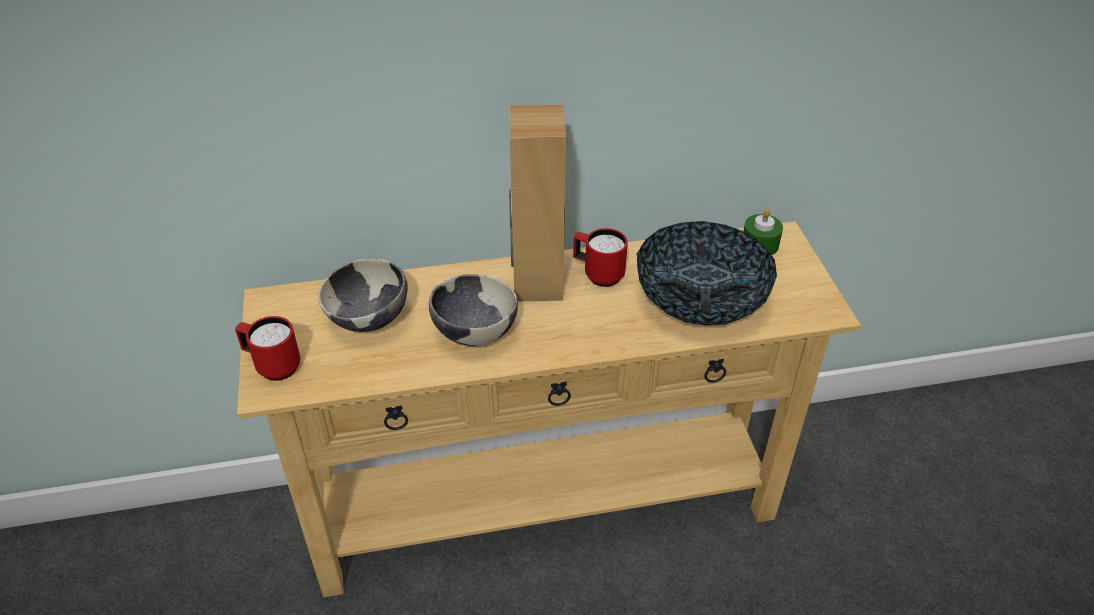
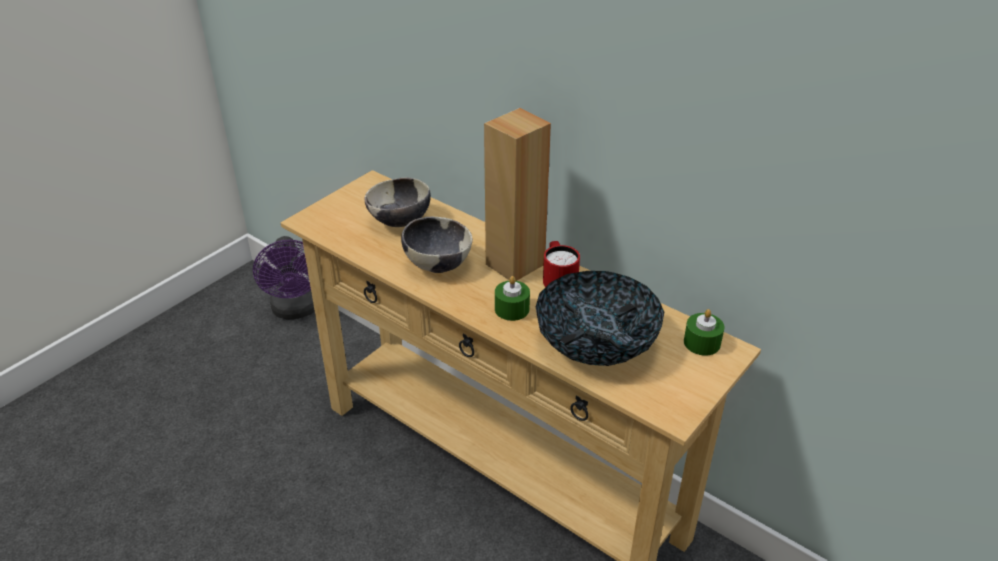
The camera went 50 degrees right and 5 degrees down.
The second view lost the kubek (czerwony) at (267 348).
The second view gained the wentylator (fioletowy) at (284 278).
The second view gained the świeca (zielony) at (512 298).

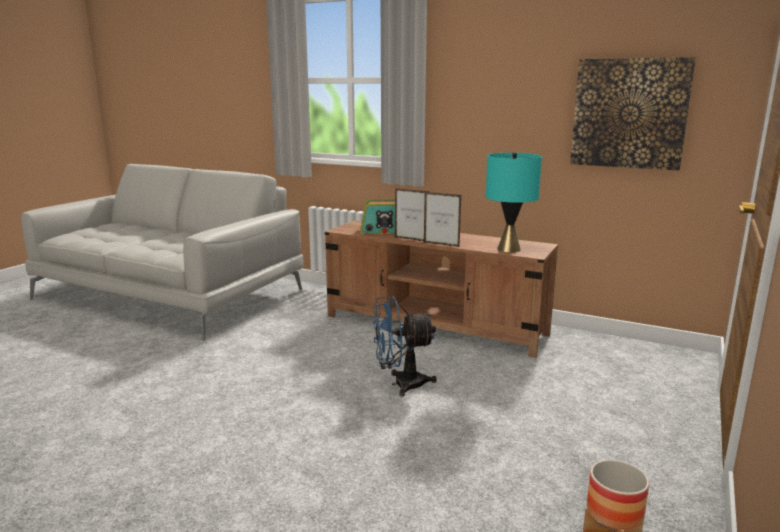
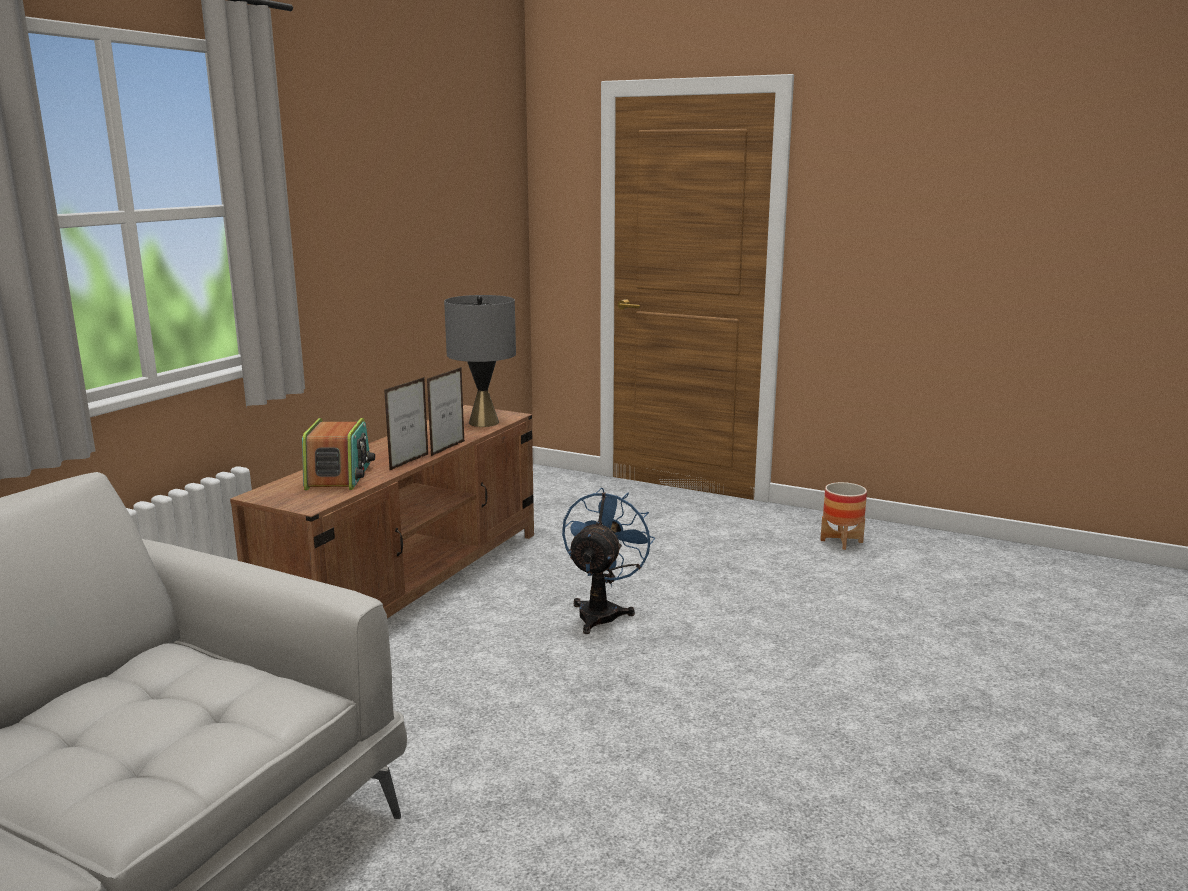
The camera went 90 degrees left and 0 degrees up.
The second view lost the obraz at (633 113).
What was the lampa stołowa (turkusowy) at (514 202) turned into the lampa stołowa (szary) at (480 361).
The wentylator (niebieski) at (405 346) ended up facing another way, 150 degrees counterclockwise from before.

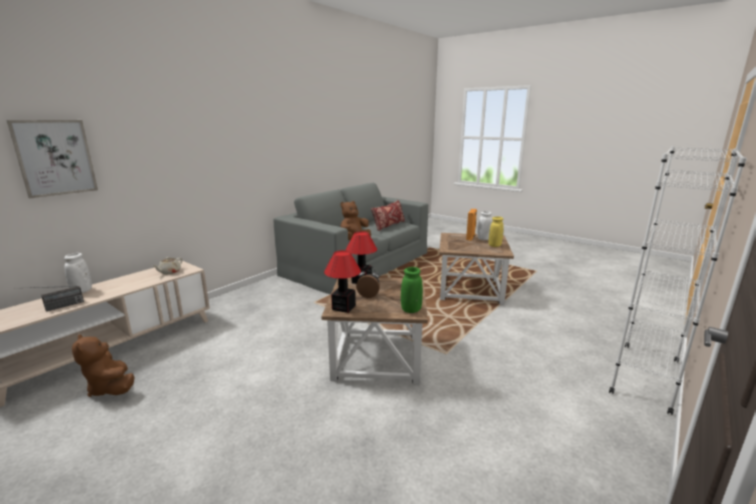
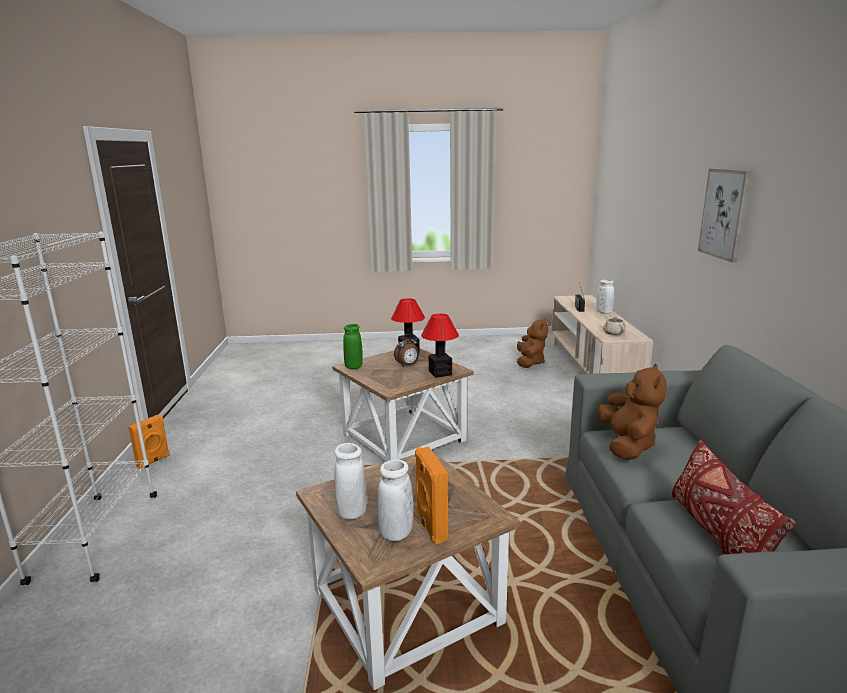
The camera went 140 degrees right and 0 degrees up.
The obraz ended up elsewhere, having gone from (52 159) to (724 215).
What was the wazon (żółty) at (496 232) turned into the wazon (biały) at (350 481).
The pluszak (brązowy) at (103 365) ended up facing another way, 90 degrees clockwise from before.
The second view gained the głośnik (pomarańczowy) at (149 442).

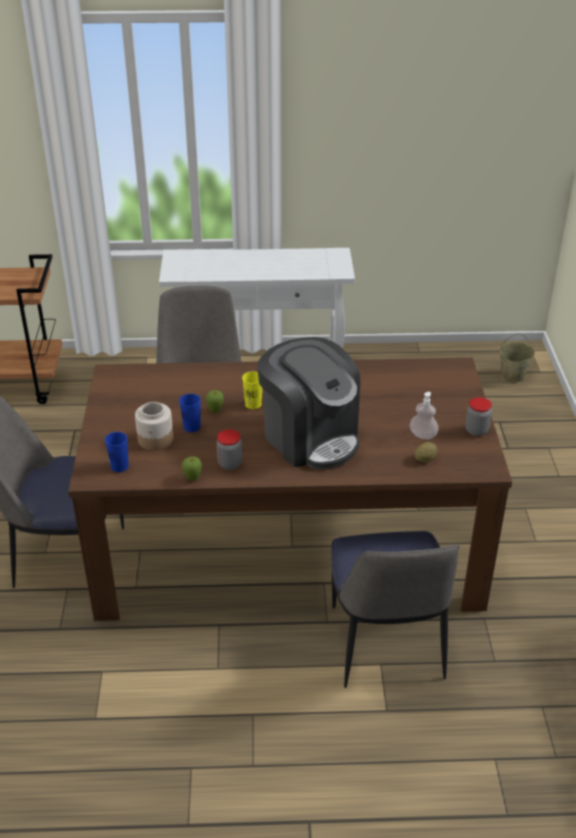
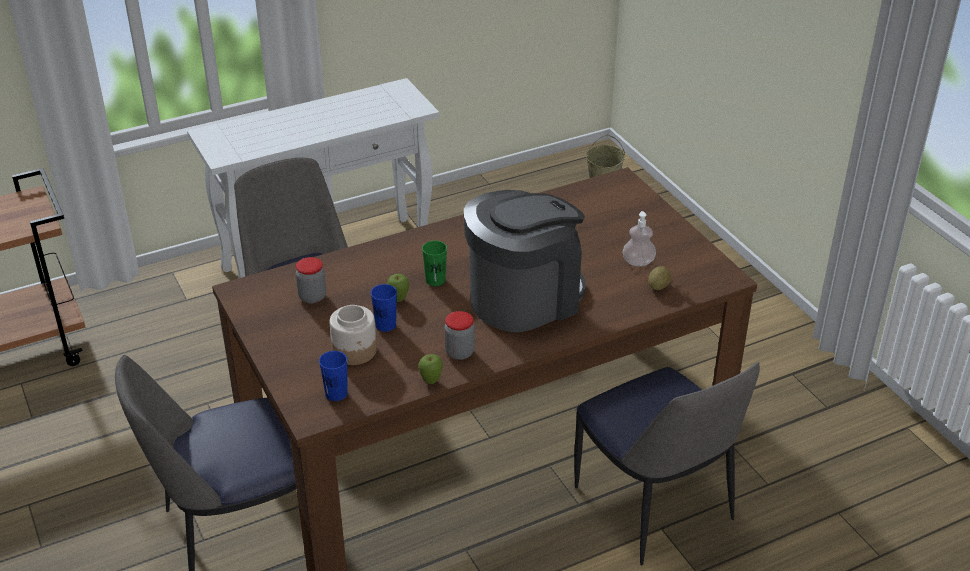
The camera went 25 degrees left and 0 degrees up.
The ekspres do kawy at (309 403) ended up facing another way, 60 degrees counterclockwise from before.
What was the filiżanka (żółty) at (252 390) turned into the filiżanka (zielony) at (434 263).
The słoik ended up elsewhere, having gone from (478 416) to (311 280).

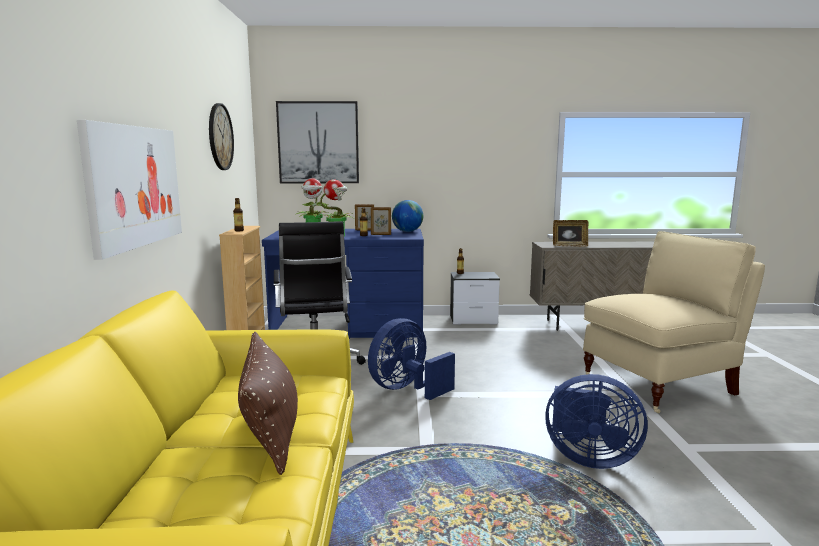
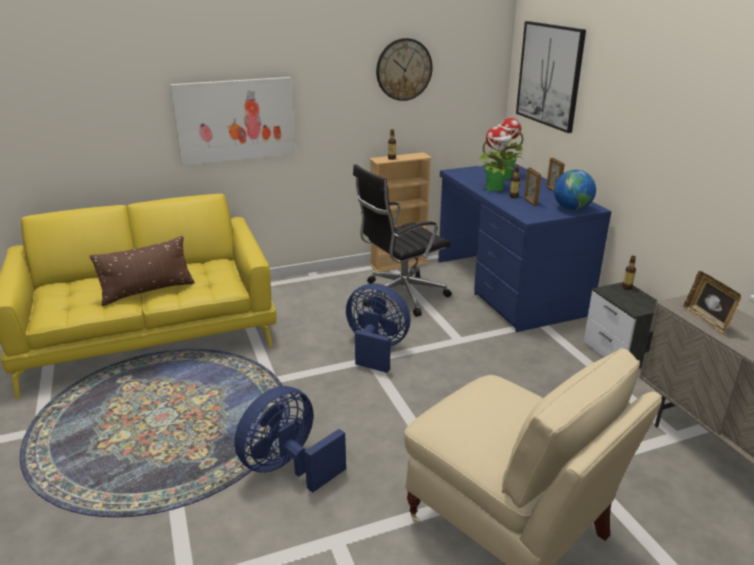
The camera went 70 degrees right and 15 degrees up.
The wentylator (niebieski) at (596 421) ended up facing another way, 45 degrees clockwise from before.

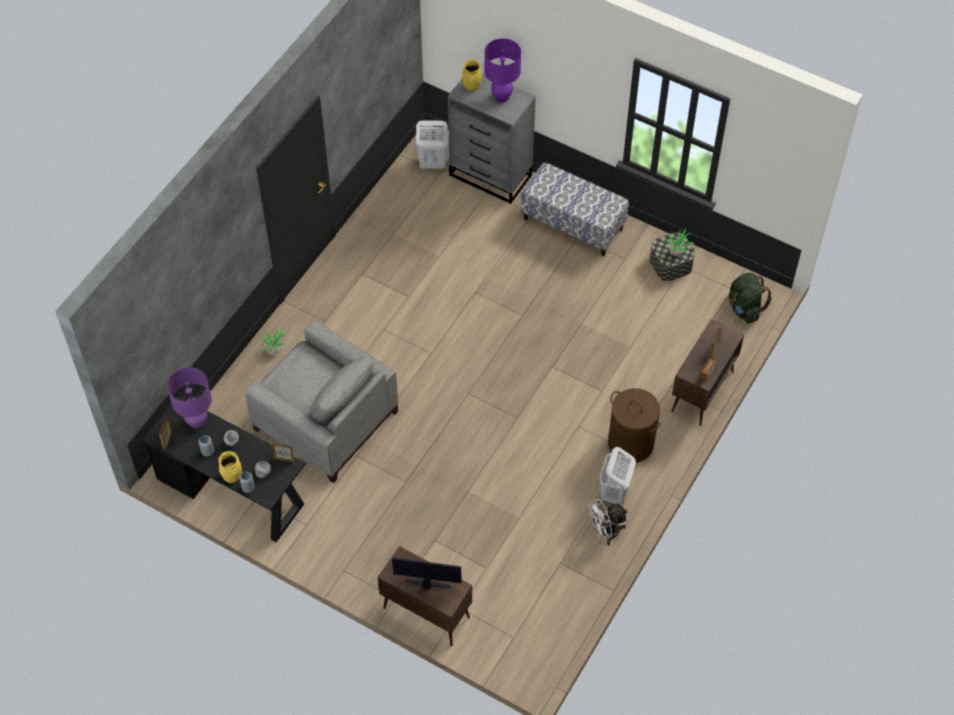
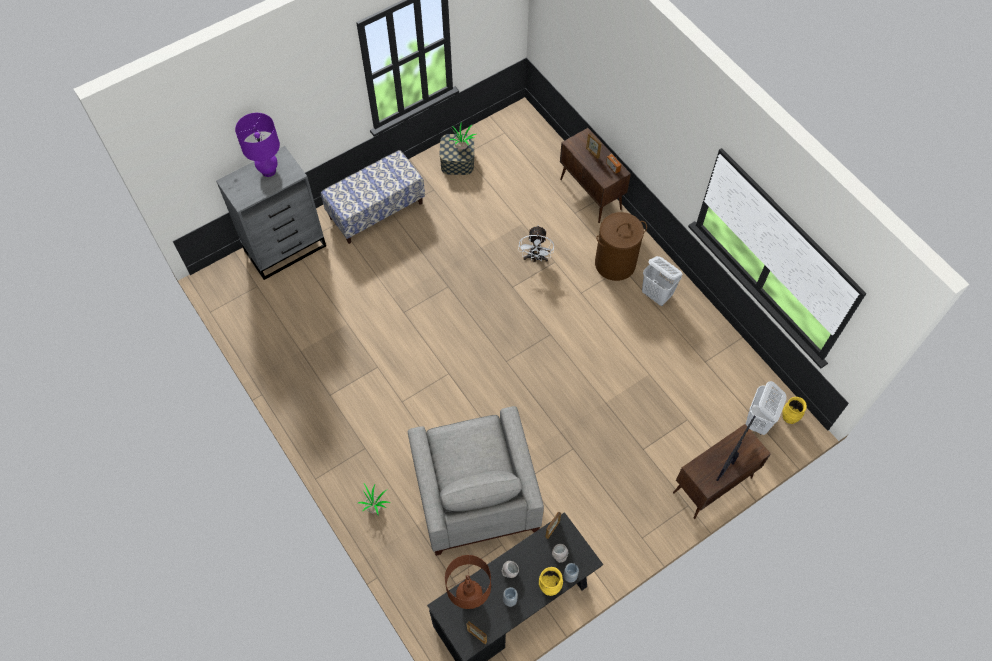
The camera went 65 degrees left and 5 degrees up.
The wazon (żółty) ended up elsewhere, having gone from (472 75) to (794 410).
The kosz na pranie (biały) ended up elsewhere, having gone from (432 144) to (766 408).
The second view lost the plecak (zielony) at (750 298).
The fotel (szary) at (321 401) ended up facing another way, 105 degrees clockwise from before.
What was the lampa stołowa (fioletowy) at (189 398) turned into the lampa stołowa (brązowy) at (468 582).
The wentylator (biały) ended up elsewhere, having gone from (608 522) to (536 243).

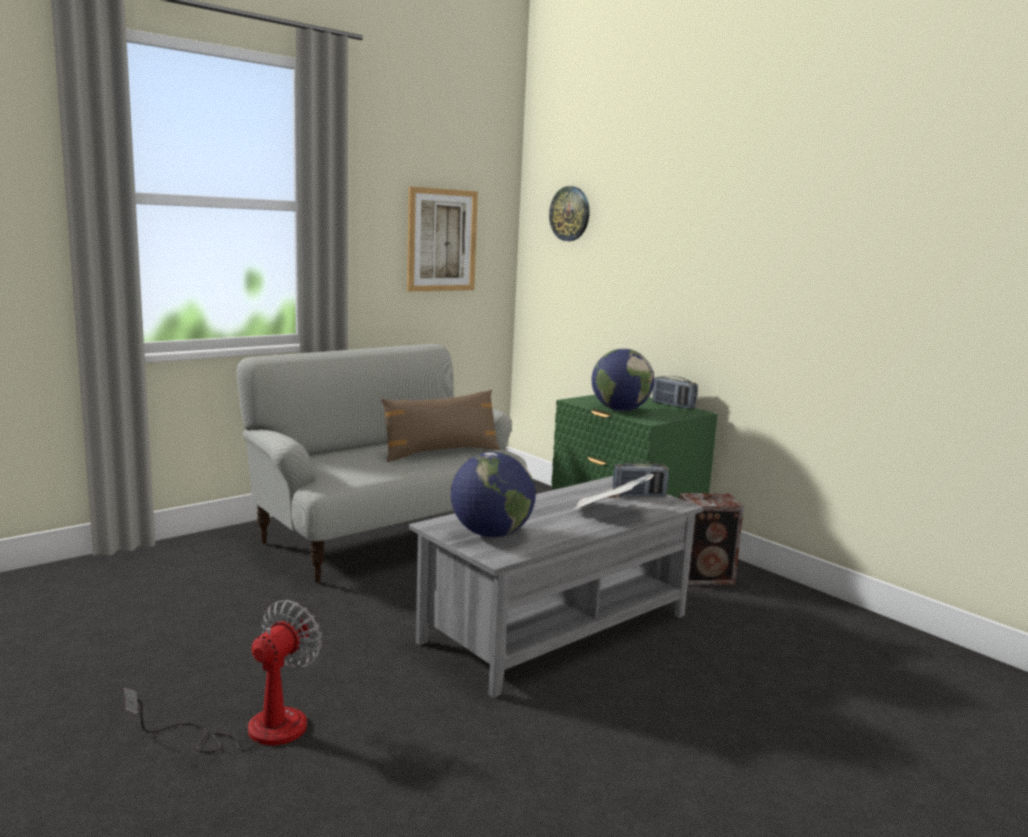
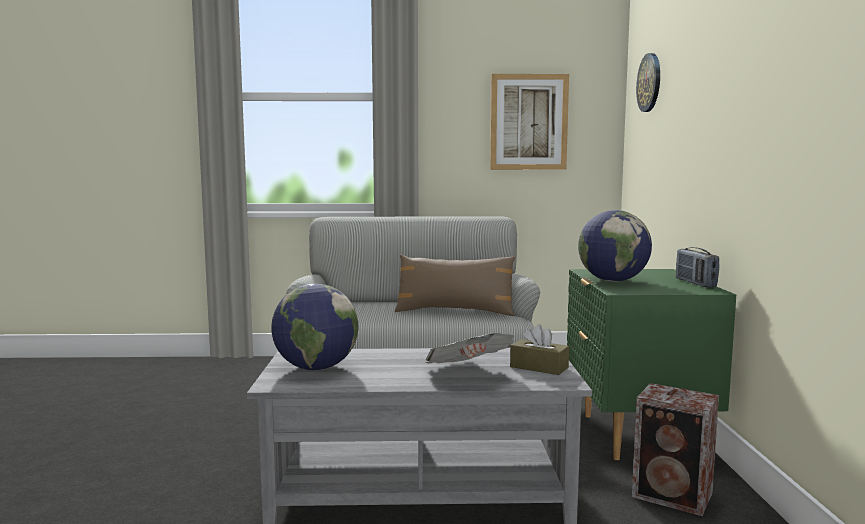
The camera went 40 degrees right and 5 degrees down.
Where the radio stood at (641 479), the pudełko chusteczek (brązowy) came to stand at (539 349).
The second view lost the wentylator at (223 676).

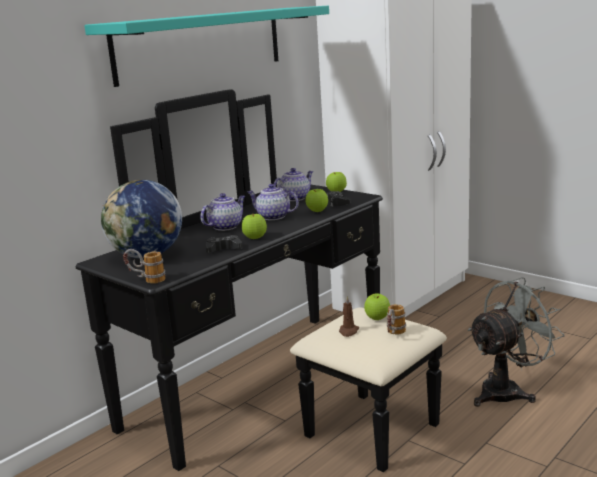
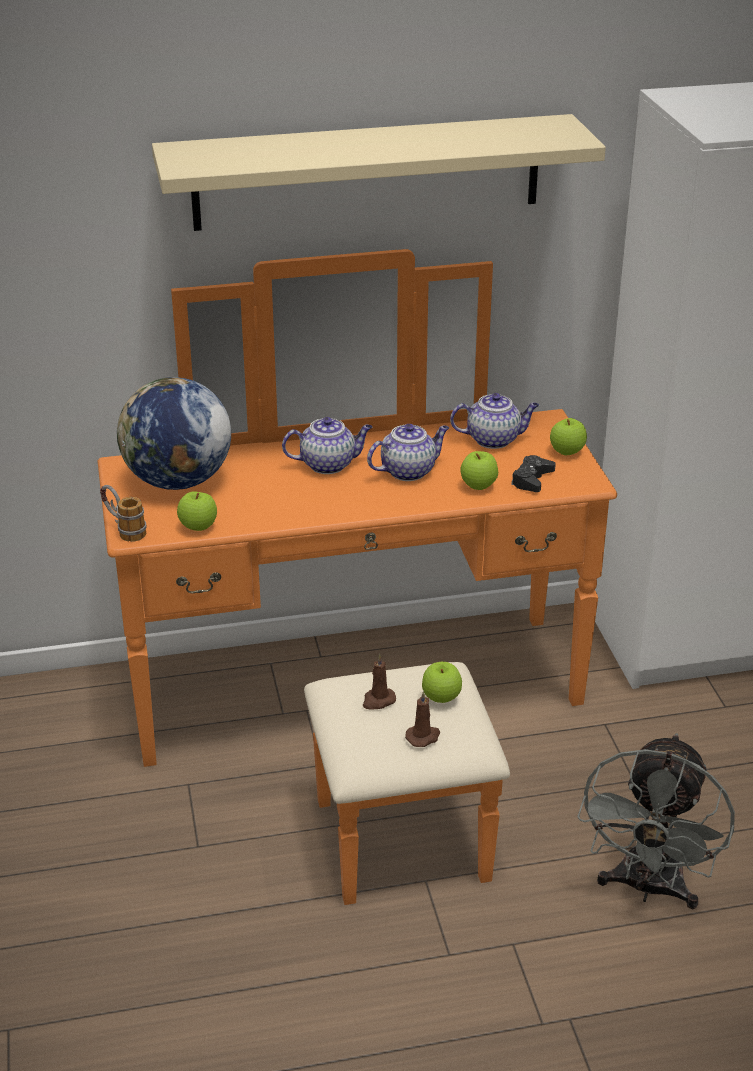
The camera went 35 degrees right and 15 degrees up.
What was the półka (turkusowy) at (206 46) turned into the półka (beżowy) at (379 172).
What was the komoda (czarny) at (261 280) turned into the komoda (pomarańczowy) at (357 577).
The imbryk at (273 202) ended up facing another way, 90 degrees clockwise from before.
The jabłko ended up elsewhere, having gone from (254 226) to (197 511).
The second view lost the pad do gier (czarny) at (224 244).
The wentylator (szary) at (516 342) ended up facing another way, 105 degrees clockwise from before.
Where the kubek stood at (396 319), the świeca (brązowy) came to stand at (422 719).

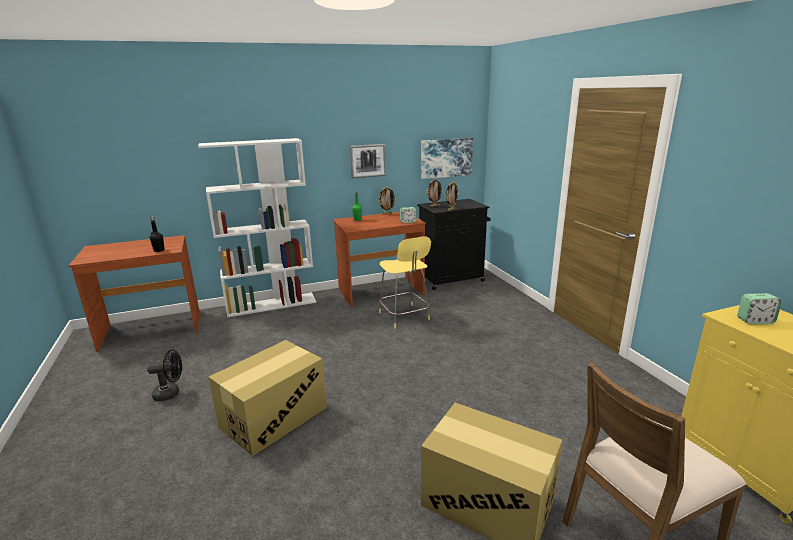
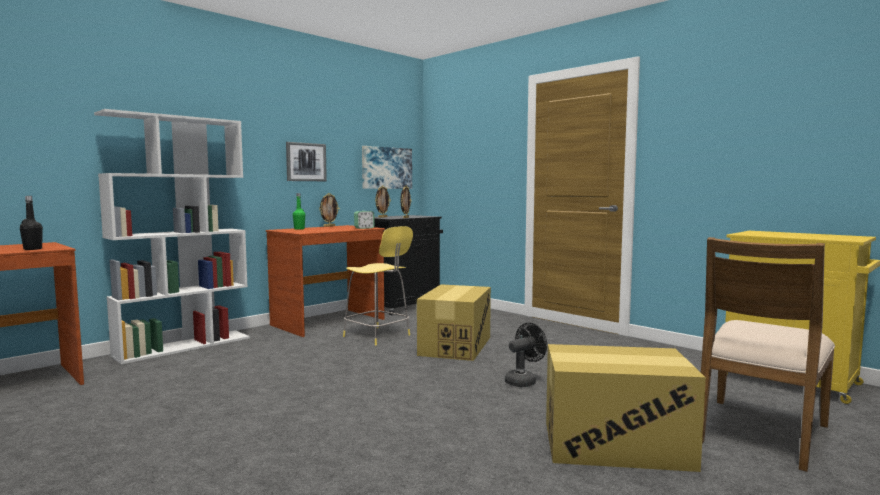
The camera went 25 degrees left and 15 degrees down.
The second view lost the budzik at (759 308).
The karton ended up elsewhere, having gone from (268 398) to (454 322).
The wentylator (czarny) ended up elsewhere, having gone from (164 375) to (526 355).

